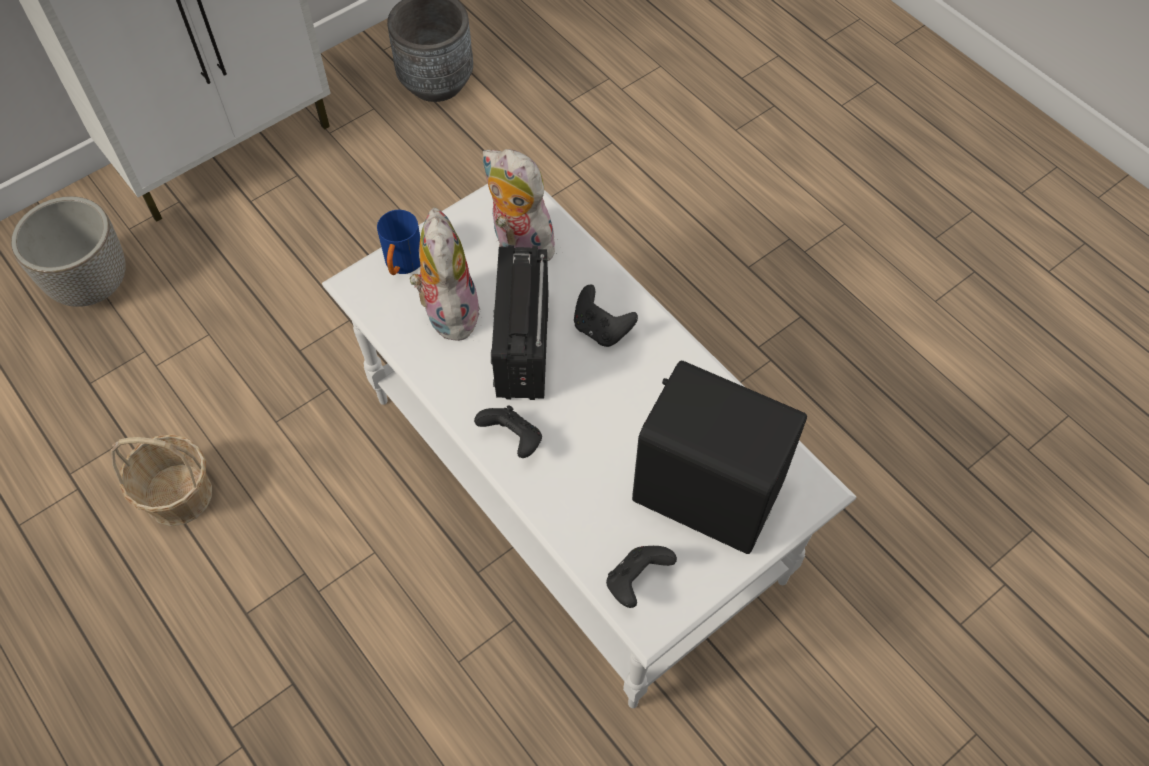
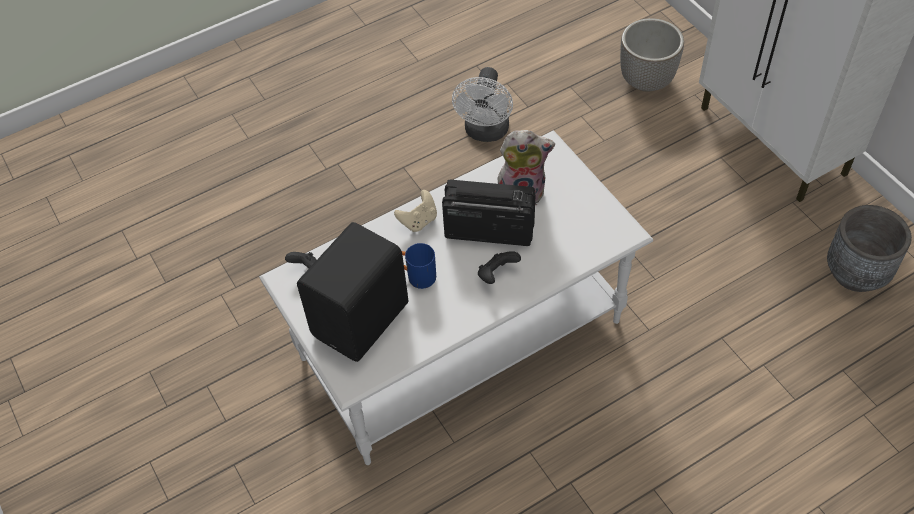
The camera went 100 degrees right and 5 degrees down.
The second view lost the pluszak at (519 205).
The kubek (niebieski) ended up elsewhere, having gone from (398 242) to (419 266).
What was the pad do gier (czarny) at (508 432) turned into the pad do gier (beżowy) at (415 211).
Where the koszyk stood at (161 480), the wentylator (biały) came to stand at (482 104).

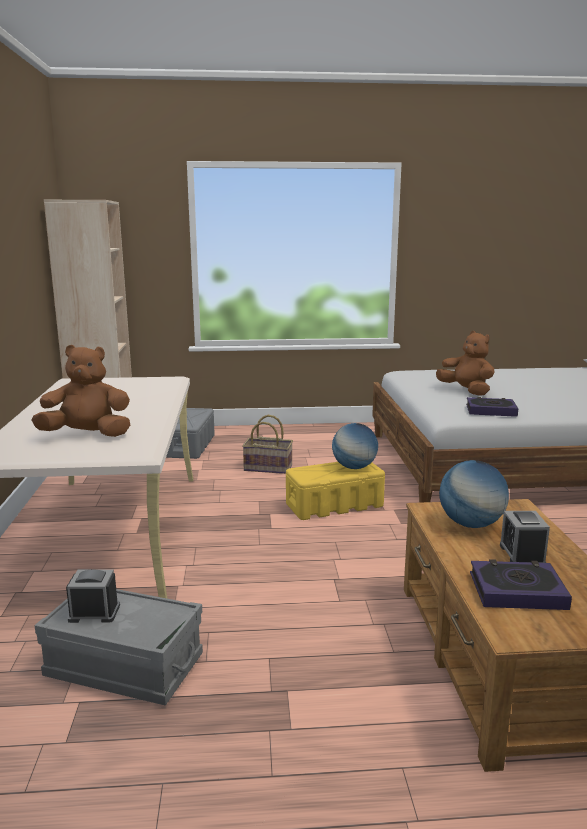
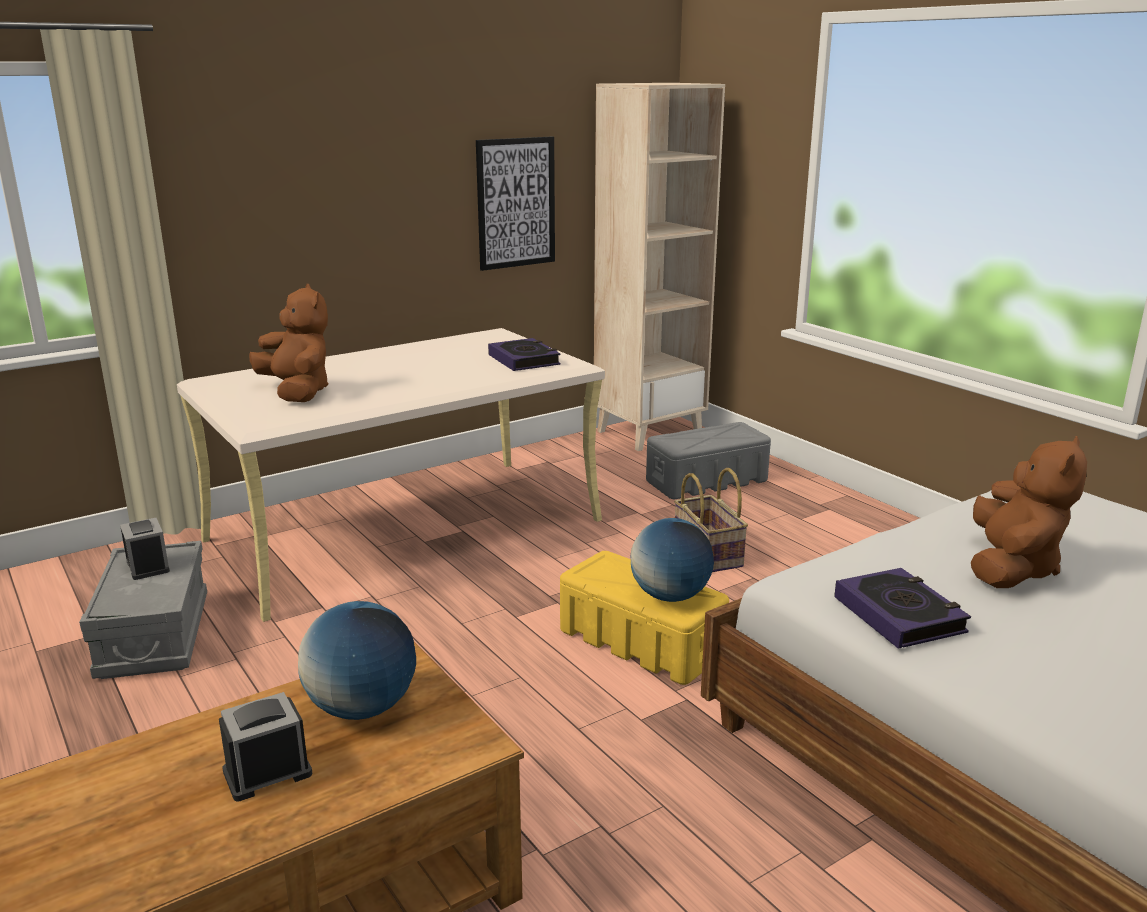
The camera went 60 degrees right and 5 degrees up.
The książka ended up elsewhere, having gone from (521 584) to (524 354).
The second view gained the obraz at (515 203).

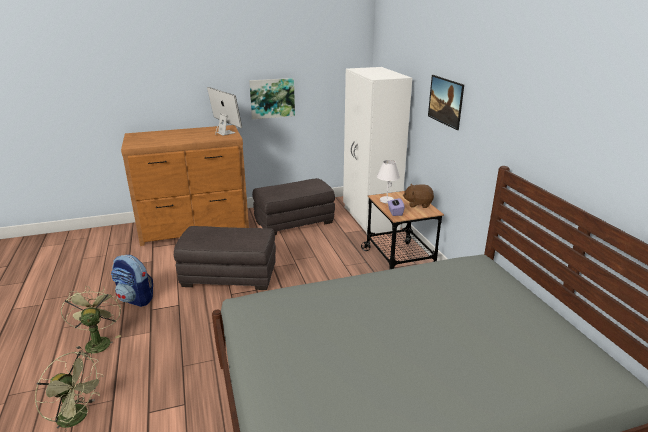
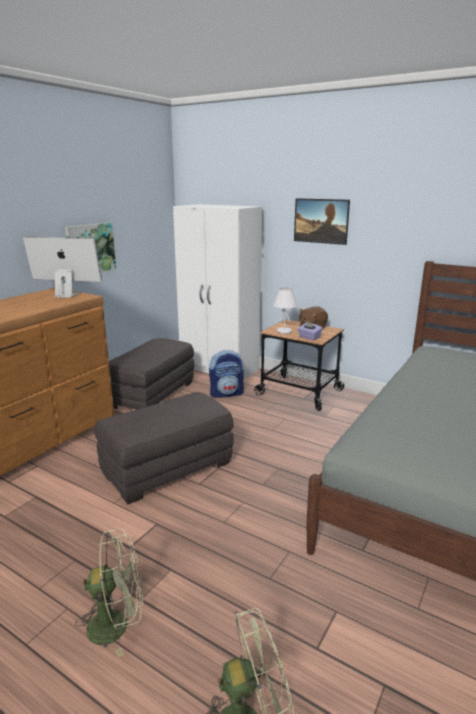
The camera went 40 degrees left and 5 degrees down.
The plecak ended up elsewhere, having gone from (132 281) to (226 374).
The wentylator (zielony) at (91 322) ended up facing another way, 135 degrees clockwise from before.

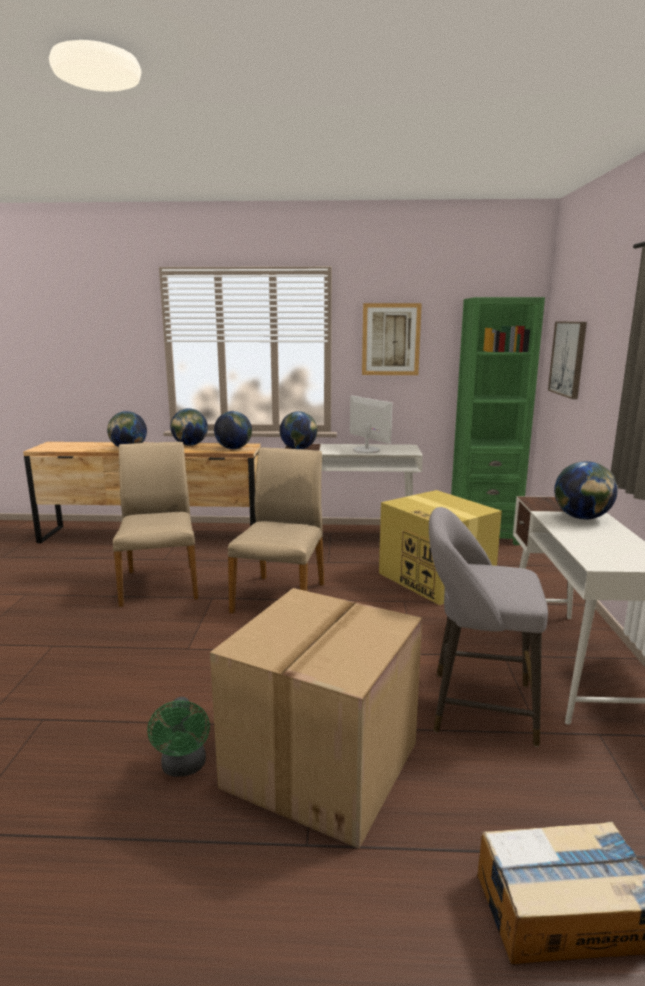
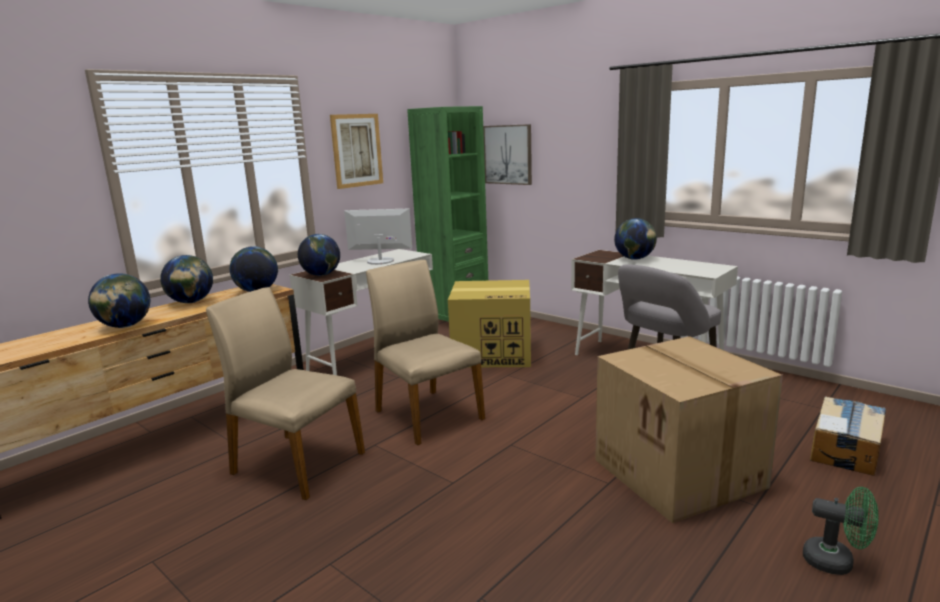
The camera went 50 degrees left and 0 degrees up.
The wentylator (zielony) ended up elsewhere, having gone from (178 737) to (841 531).

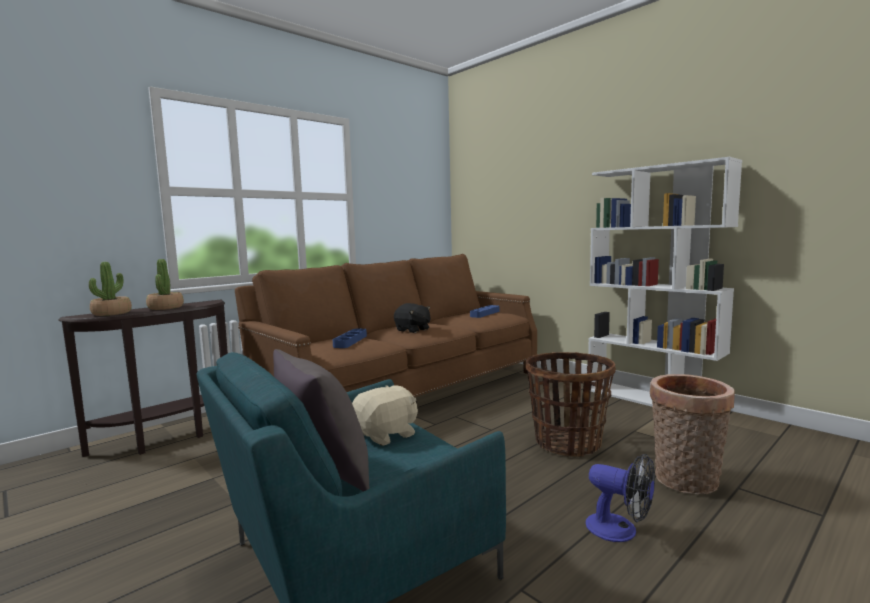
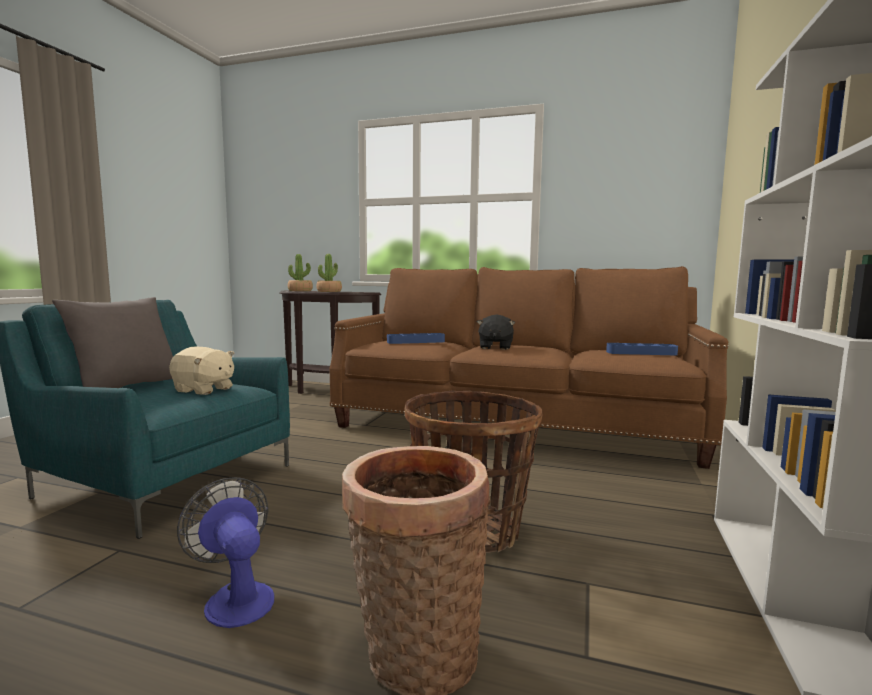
The camera went 60 degrees right and 0 degrees up.
The wentylator at (620 498) ended up facing another way, 135 degrees clockwise from before.

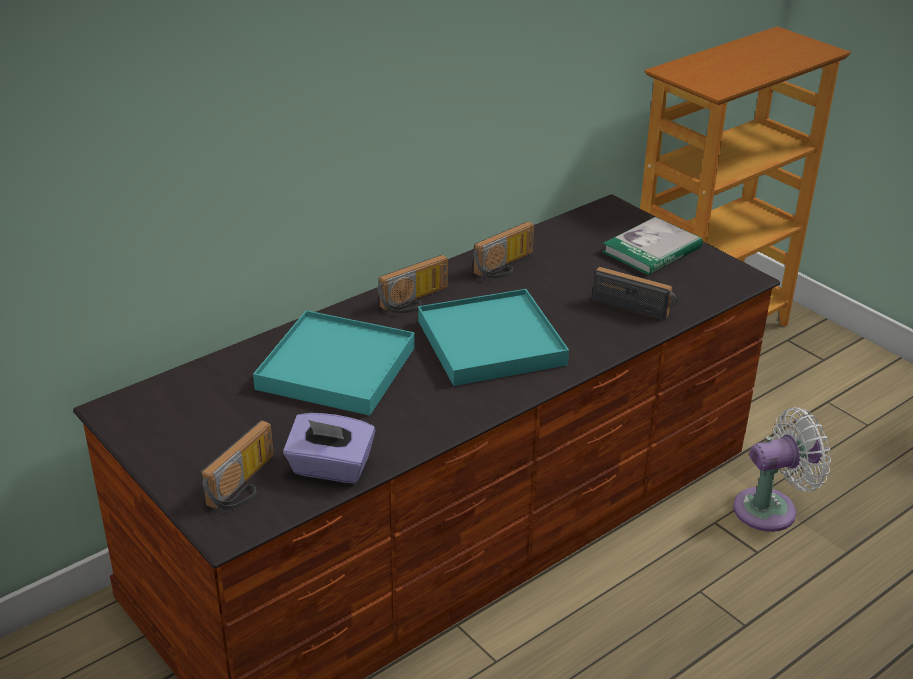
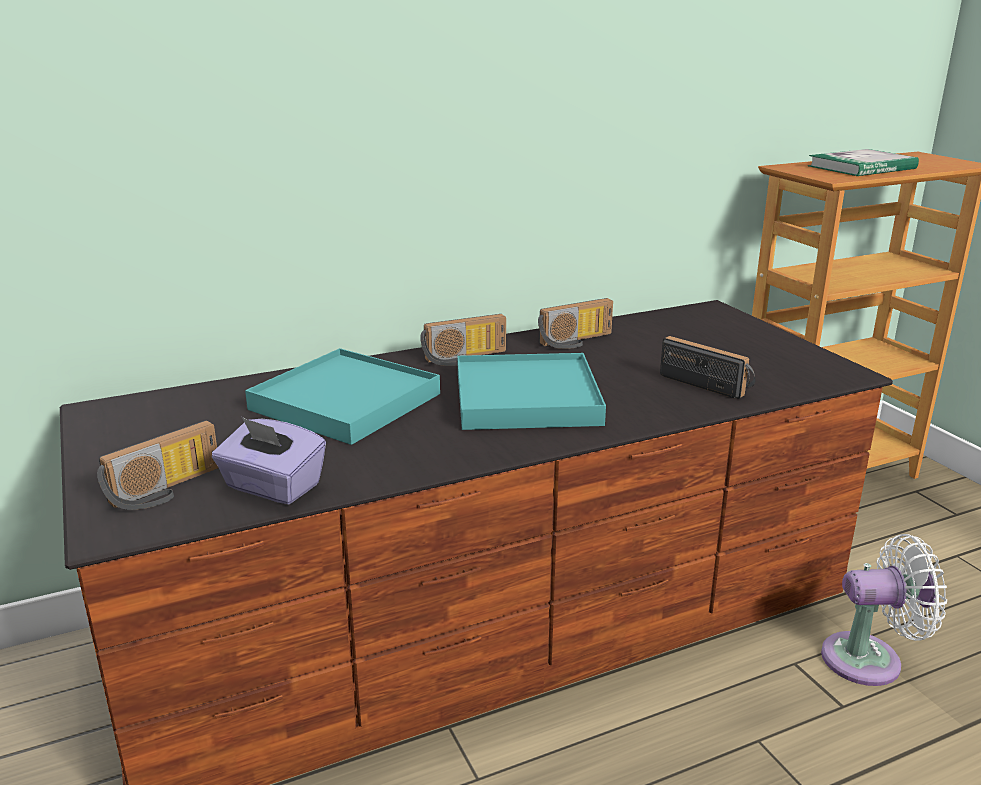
The camera went 15 degrees right and 10 degrees down.
The książka ended up elsewhere, having gone from (652 246) to (863 162).

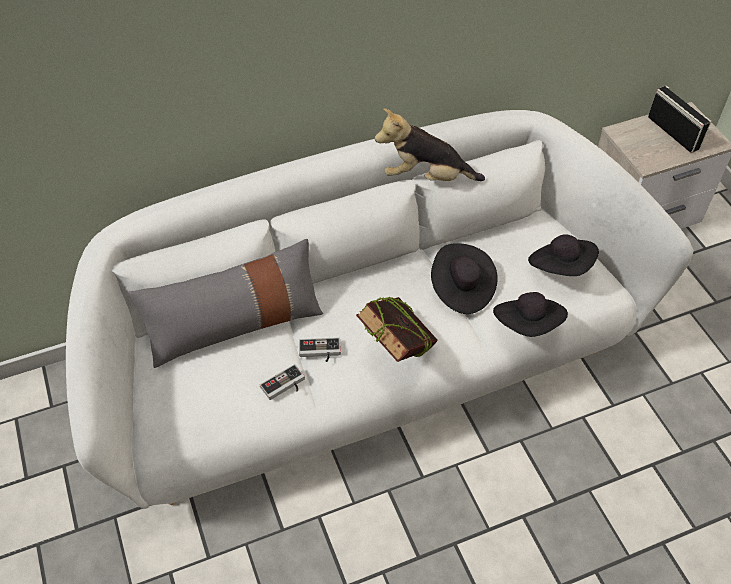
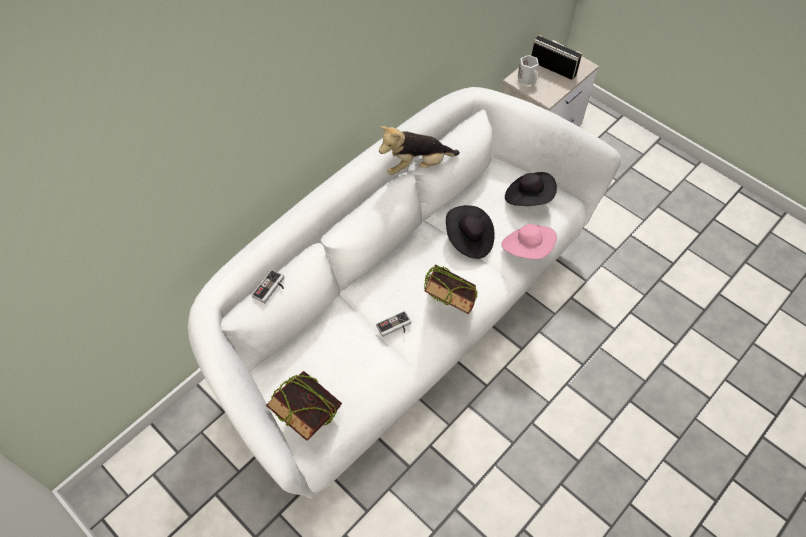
The camera went 25 degrees left and 5 degrees up.
The second view lost the poduszka (szary) at (225 303).
What was the kapelusz (czarny) at (530 314) turned into the kapelusz (różowy) at (529 241).
The pad do gier ended up elsewhere, having gone from (282 382) to (268 286).
The second view gained the kubek (biały) at (528 70).
The second view gained the książka at (304 406).

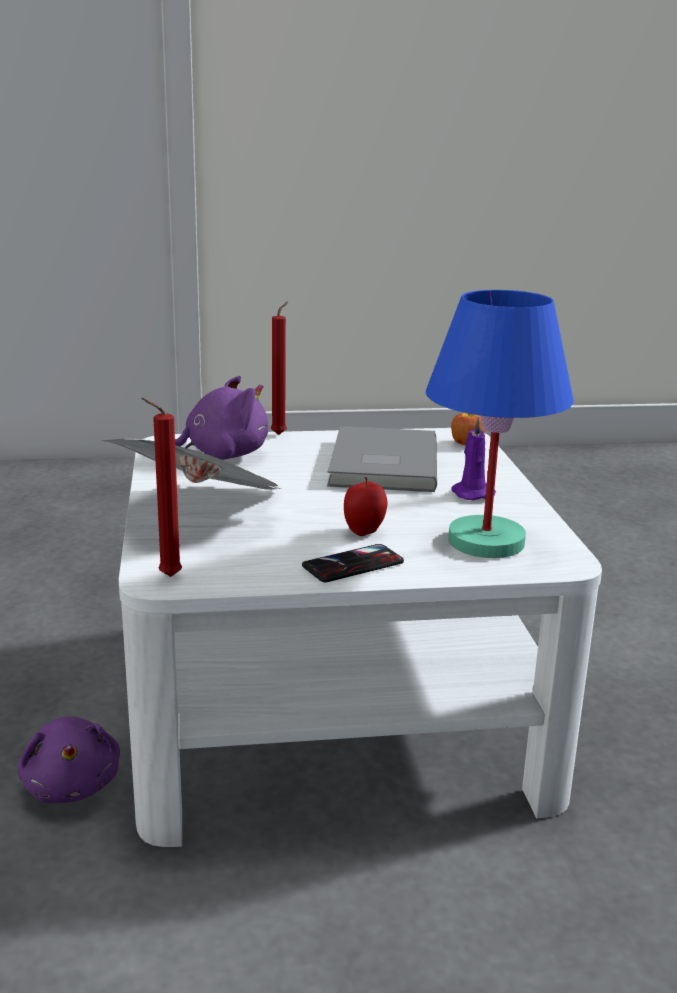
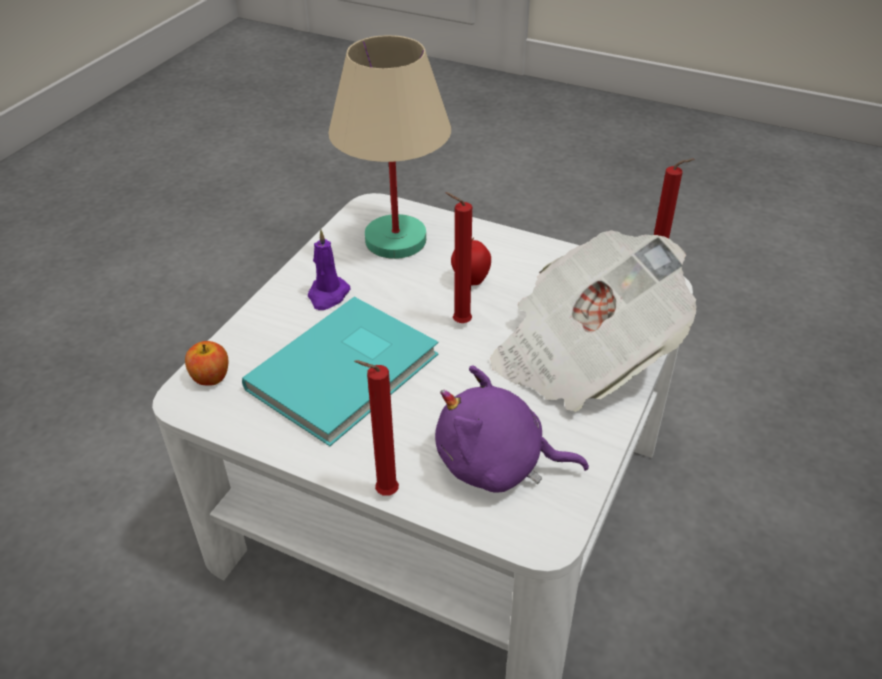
The camera went 145 degrees left and 20 degrees up.
What was the lampa stołowa (niebieski) at (500 424) turned into the lampa stołowa (beżowy) at (389 147).
What was the książka (szary) at (382 459) turned into the książka (turkusowy) at (340 371).
The second view lost the telefon at (353 563).
The second view lost the pluszak (fioletowy) at (68 759).
The second view gained the świeca (czerwony) at (459 257).

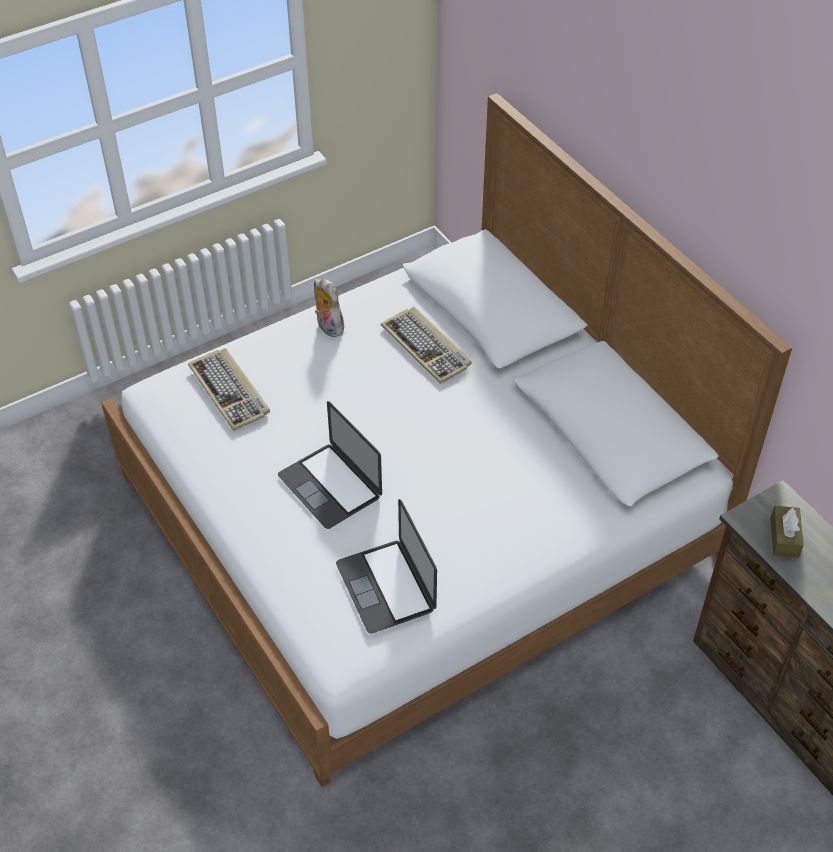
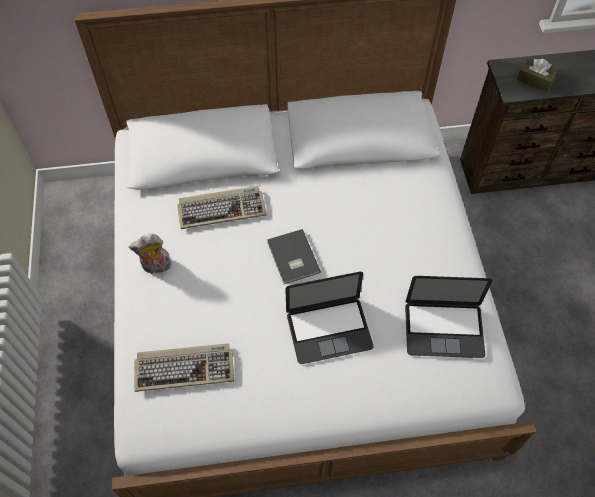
The camera went 65 degrees left and 10 degrees up.
The second view gained the książka (szary) at (294 256).

